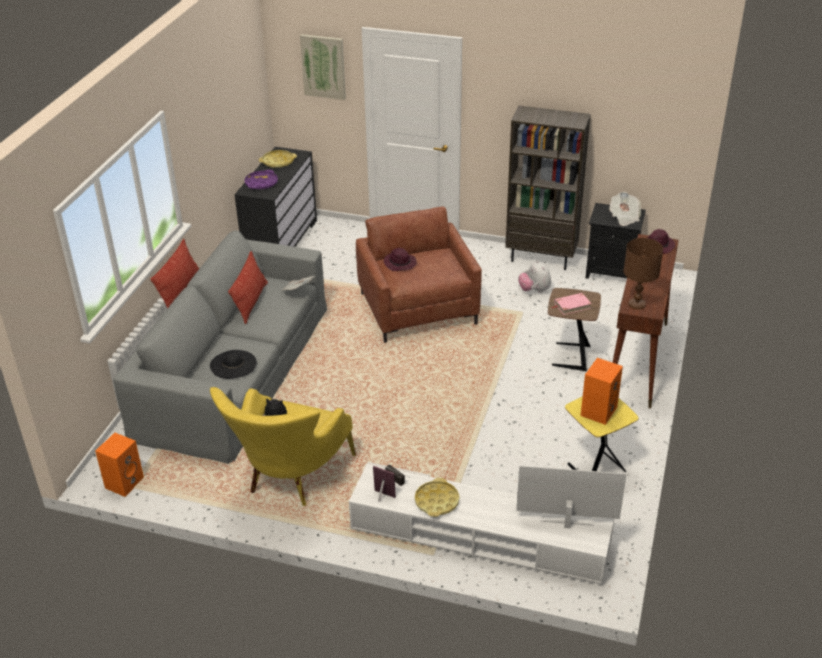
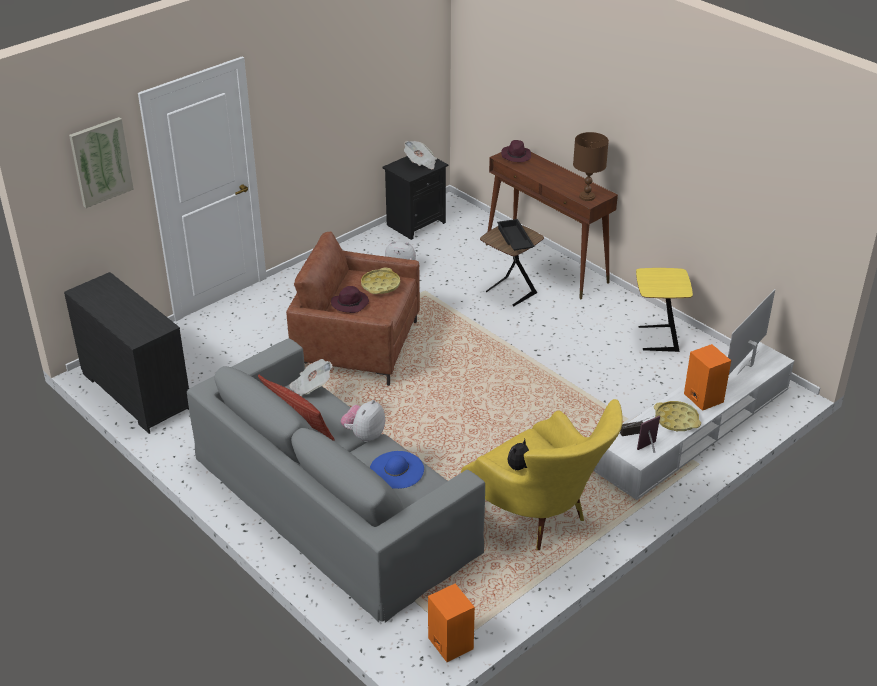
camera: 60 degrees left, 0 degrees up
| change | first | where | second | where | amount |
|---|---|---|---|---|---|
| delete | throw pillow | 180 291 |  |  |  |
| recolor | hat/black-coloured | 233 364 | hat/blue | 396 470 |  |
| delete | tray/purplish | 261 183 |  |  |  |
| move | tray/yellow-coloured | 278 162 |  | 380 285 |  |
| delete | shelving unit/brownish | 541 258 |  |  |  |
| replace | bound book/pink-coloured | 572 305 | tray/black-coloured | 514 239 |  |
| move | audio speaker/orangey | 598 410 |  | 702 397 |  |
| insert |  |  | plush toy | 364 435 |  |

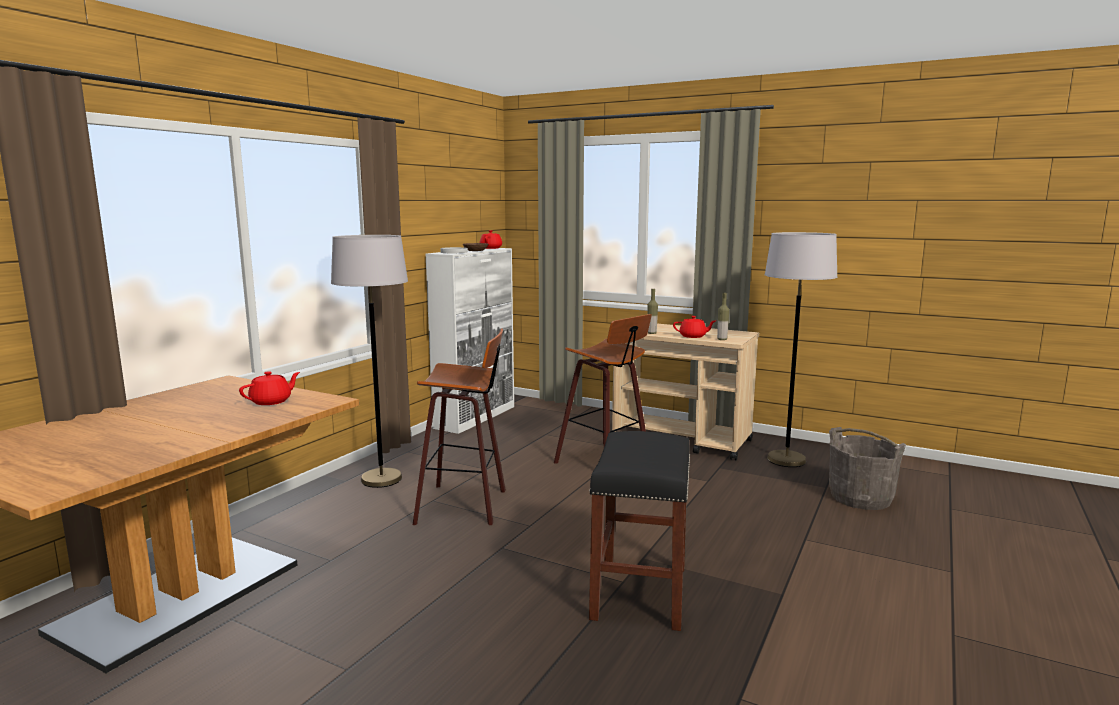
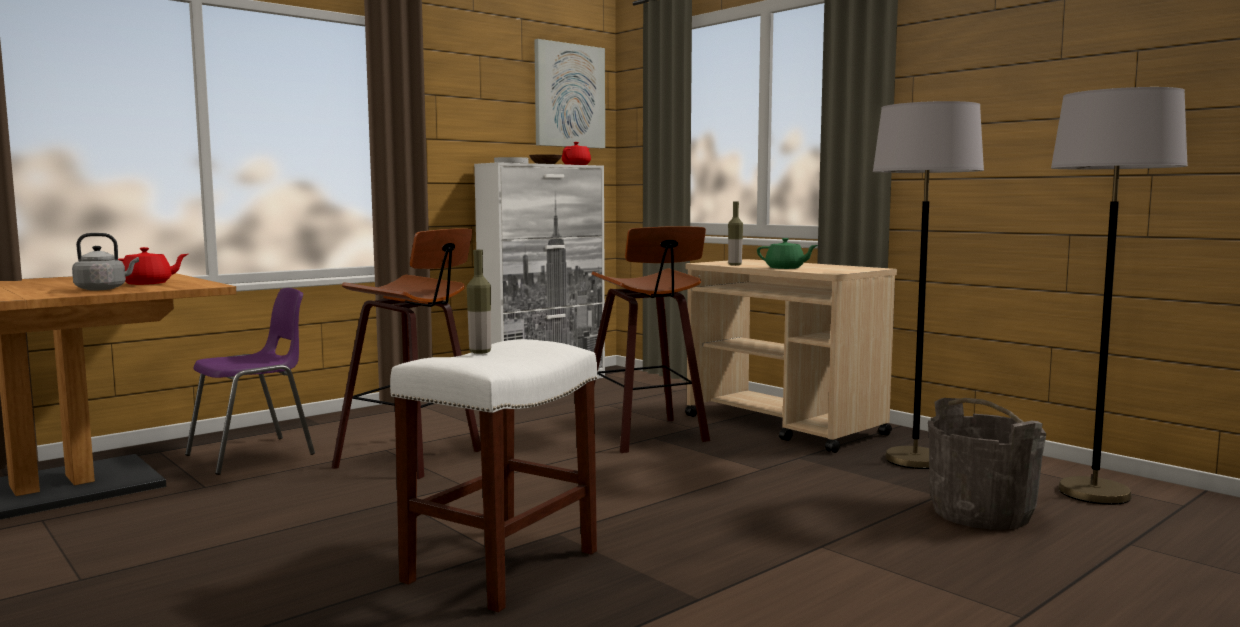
camera: 20 degrees right, 5 degrees down
| change | first | where | second | where | amount |
|---|---|---|---|---|---|
| move | standard lamp/grey | 381 479 |  | 1094 493 |  |
| recolor | sitting stool/black-coloured | 638 591 | sitting stool/white-coloured | 502 565 |  |
| recolor | teapot/reddish | 693 336 | teapot/greenish | 785 268 |  |
| move | beverage bottle | 722 339 |  | 480 352 |  |
| insert |  |  | kettle/grey | 103 289 |  |
| insert |  |  | upright chair/purplish | 254 454 |  |
| insert |  |  | wall picture | 569 96 |  |

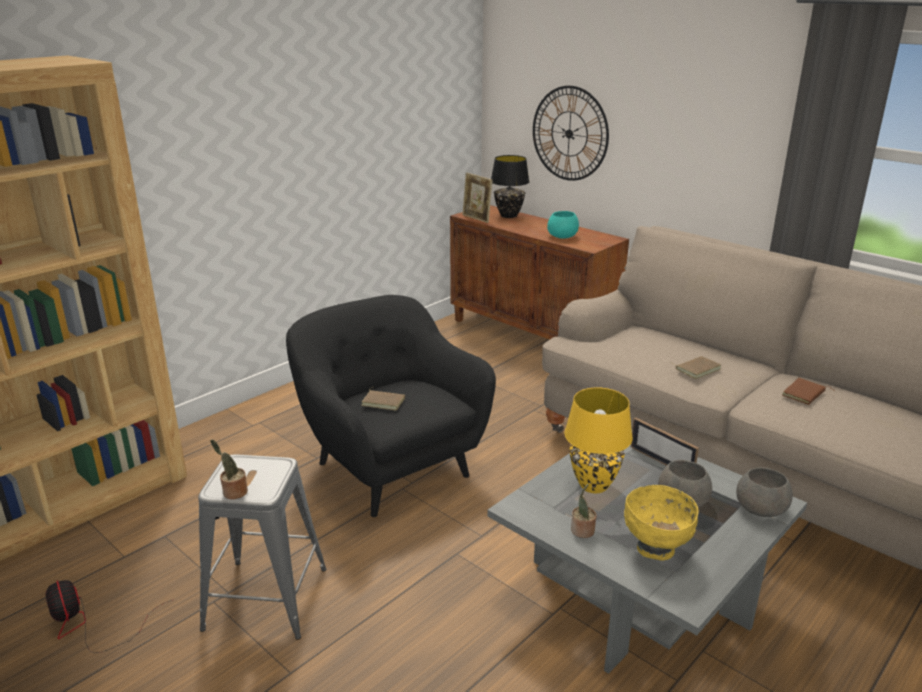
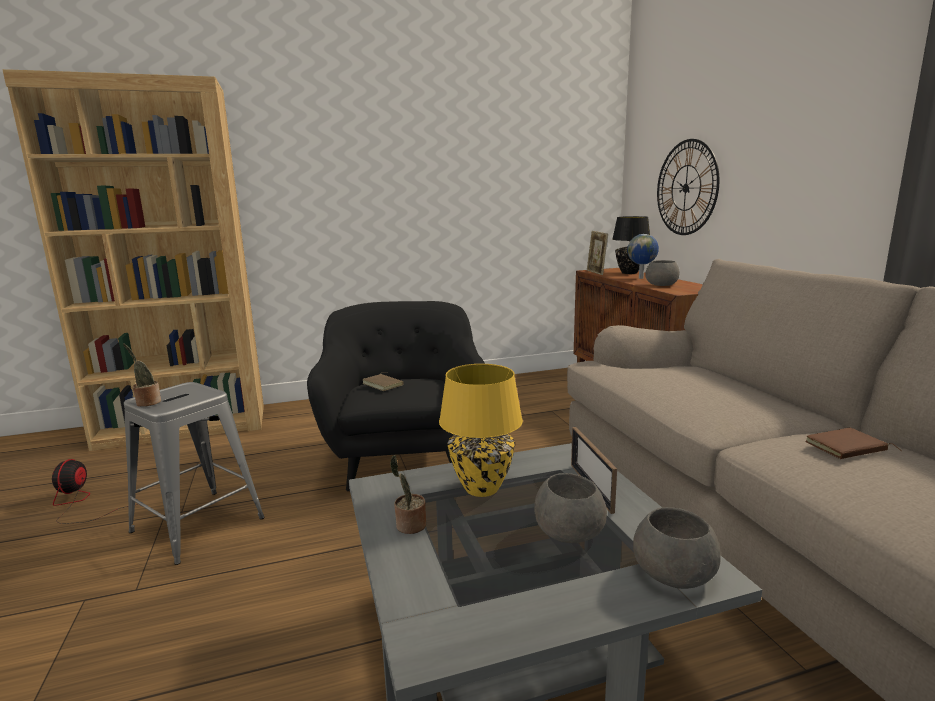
camera: 30 degrees right, 10 degrees down
| change | first | where | second | where | amount |
|---|---|---|---|---|---|
| recolor | serving bowl/blue-green | 562 236 | serving bowl/grey | 662 285 |  |
| delete | serving bowl/yellow-coloured | 656 549 |  |  |  |
| delete | bound book/brownish | 697 369 |  |  |  |
| insert |  |  | world globe | 641 278 |  |

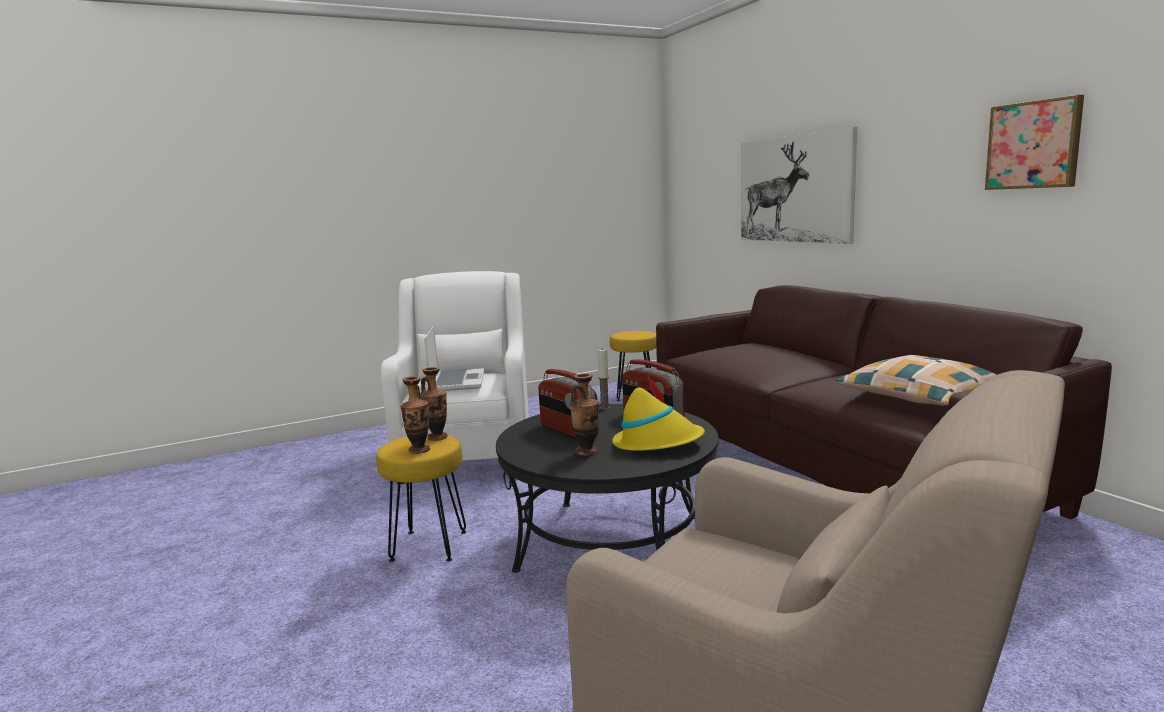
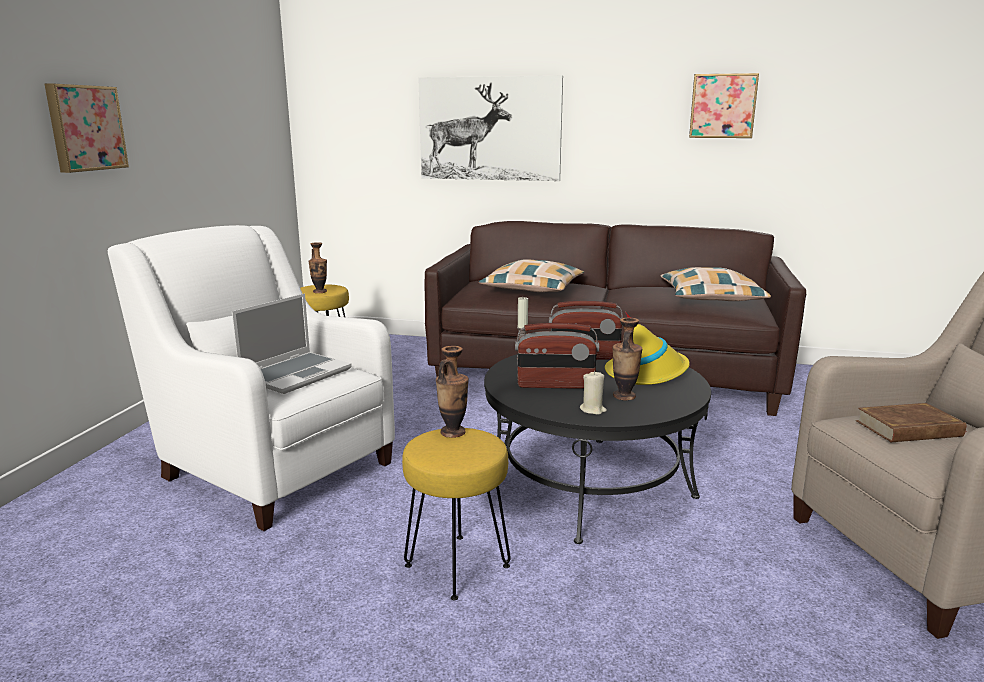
camera: 50 degrees left, 5 degrees up
| change | first | where | second | where | amount |
|---|---|---|---|---|---|
| move | decorative vase | 419 450 |  | 320 291 |  |
| rotate | notebook computer | 456 382 |  | 296 374 | 90 degrees clockwise |
| insert |  |  | wall picture | 85 128 |  |
| insert |  |  | throw pillow | 533 288 |  |
| insert |  |  | candle/beige-coloured | 593 410 |  |
| insert |  |  | bound book/brownish | 909 429 |  |

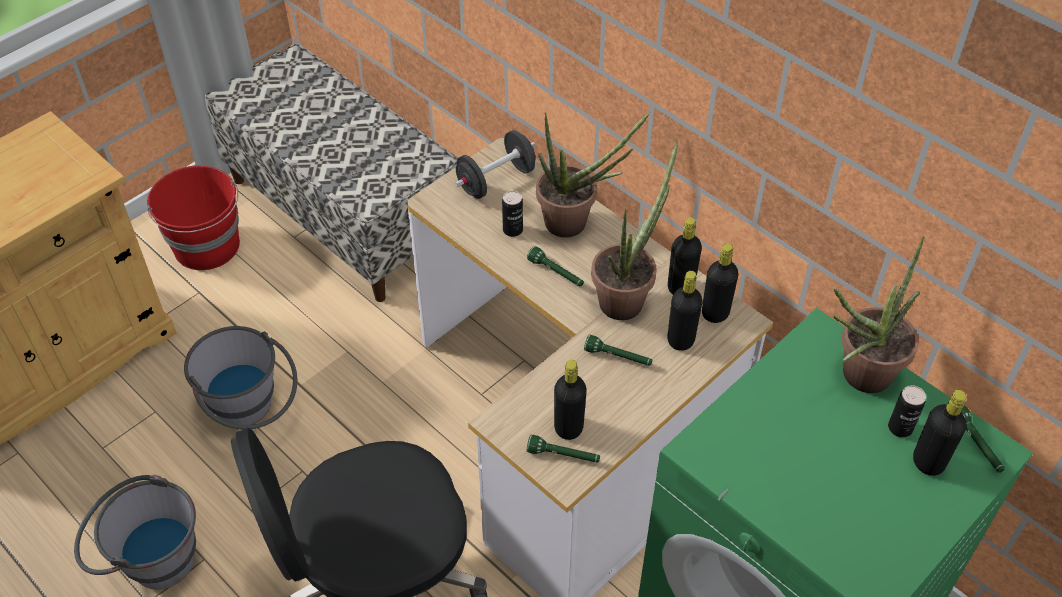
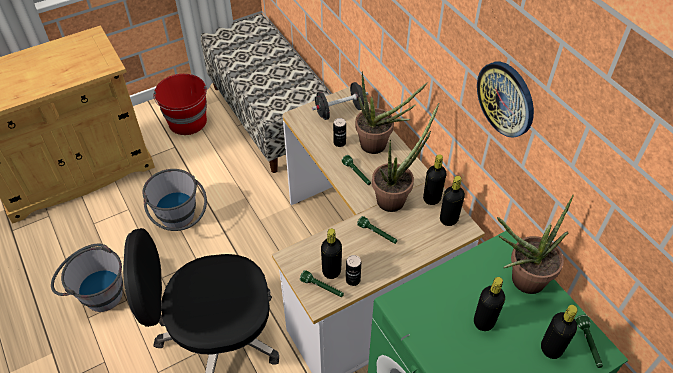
camera: 15 degrees right, 0 degrees up
| change | first | where | second | where | amount |
|---|---|---|---|---|---|
| move | beverage bottle/black-coloured | 680 340 |  | 484 322 |  |
| move | can | 900 428 |  | 353 280 |  |
| insert |  |  | clock on the wall | 506 98 |  |

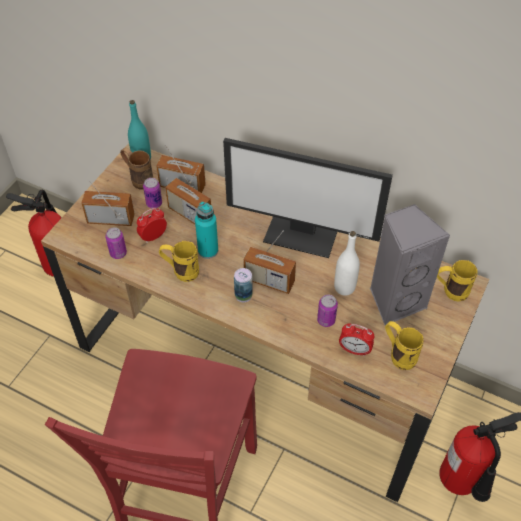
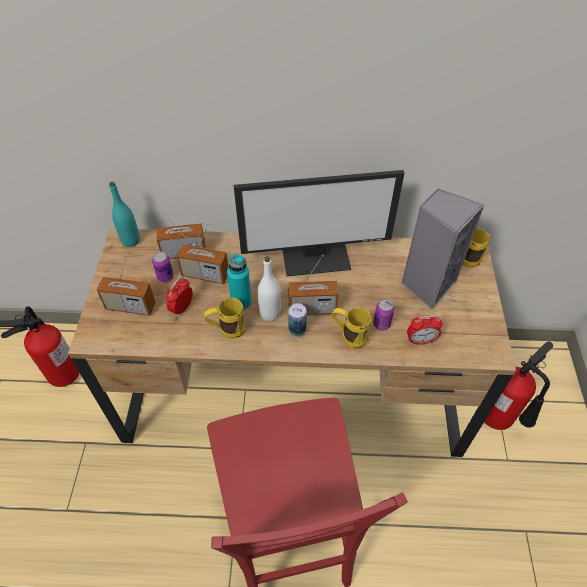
camera: 25 degrees left, 0 degrees up
| change | first | where | second | where | amount |
|---|---|---|---|---|---|
| rotate | radio | 111 219 |  | 130 306 | 150 degrees counterclockwise |
| delete | can | 118 253 |  |  |  |
| delete | mug/brownish | 138 179 |  |  |  |
| move | beverage bottle/white-coloured | 344 287 |  | 270 313 |  |
| move | mug/yellow-coloured | 398 354 |  | 348 336 |  |

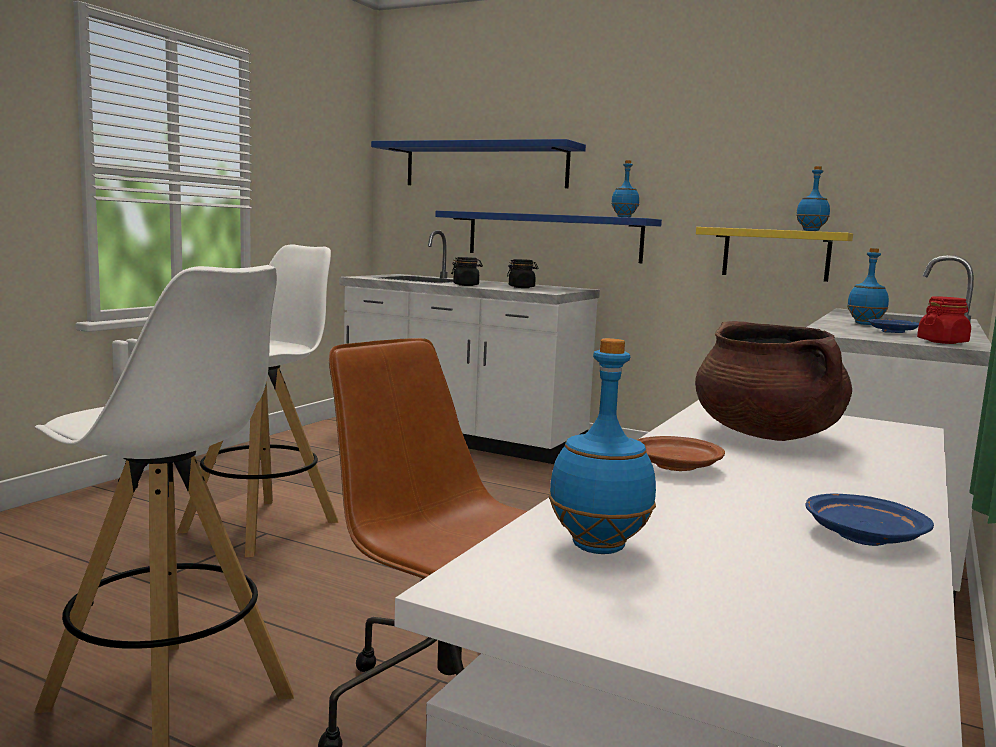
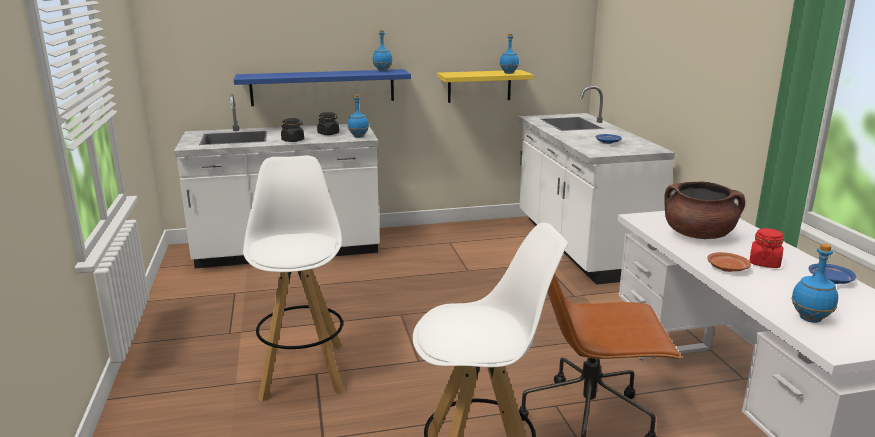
camera: 40 degrees left, 10 degrees up
| change | first | where | second | where | amount |
|---|---|---|---|---|---|
| delete | wall shelf/blue | 485 166 |  |  |  |
| move | beverage bottle/blue | 865 324 |  | 358 136 |  |
| move | preserve jar/reddish | 942 342 |  | 764 263 |  |

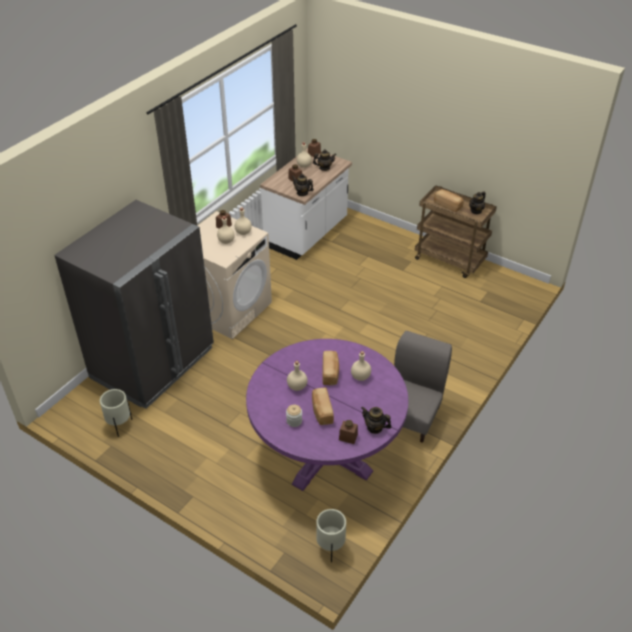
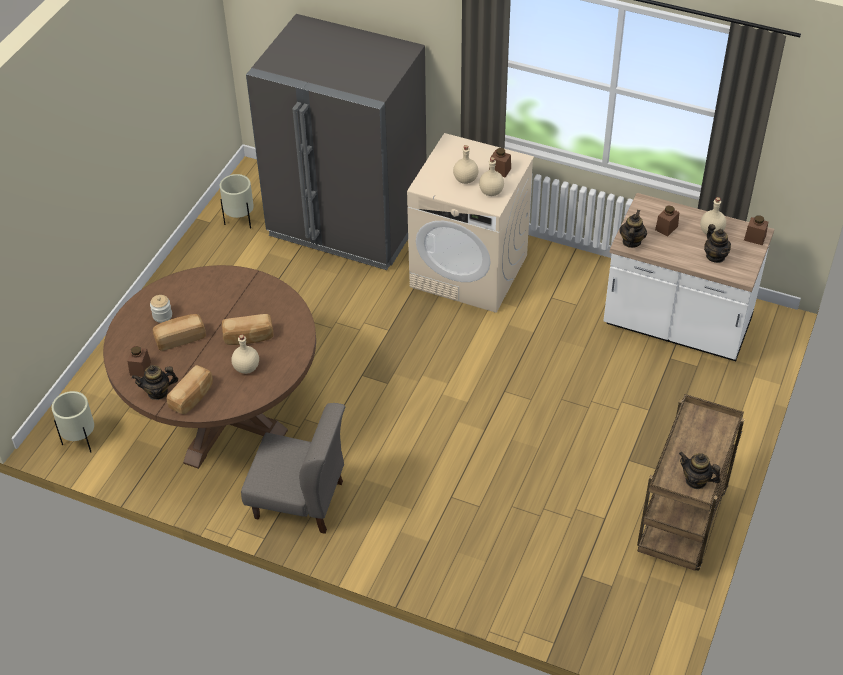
camera: 80 degrees right, 5 degrees up
| change | first | where | second | where | amount |
|---|---|---|---|---|---|
| recolor | dining table/purplish | 326 452 | dining table/brownish | 224 416 |  |
| delete | beverage bottle/beige-coloured | 297 386 |  |  |  |
| rotate | teapot | 375 428 |  | 158 392 | 120 degrees counterclockwise |
| move | bakery bread | 448 205 |  | 192 397 |  |

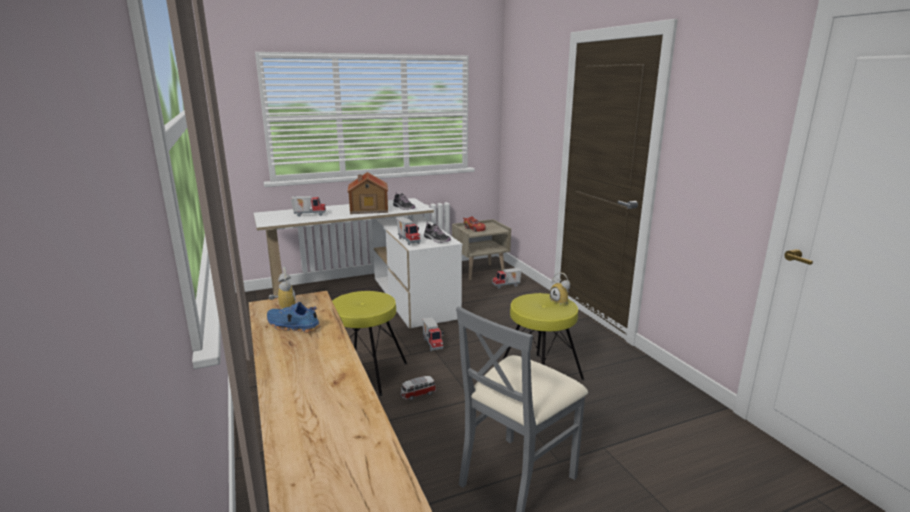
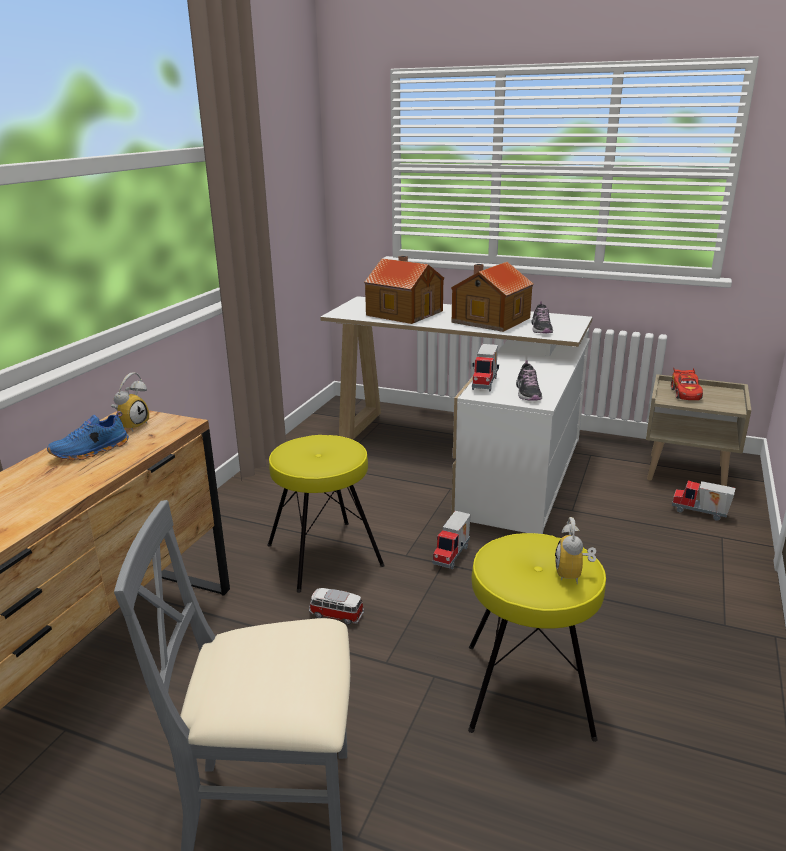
camera: 45 degrees right, 5 degrees up
| change | first | where | second | where | amount |
|---|---|---|---|---|---|
| rotate | shoe/blue | 292 326 |  | 91 451 | 105 degrees counterclockwise |
| replace | toy lorry | 309 215 | toy house | 404 312 |  |

